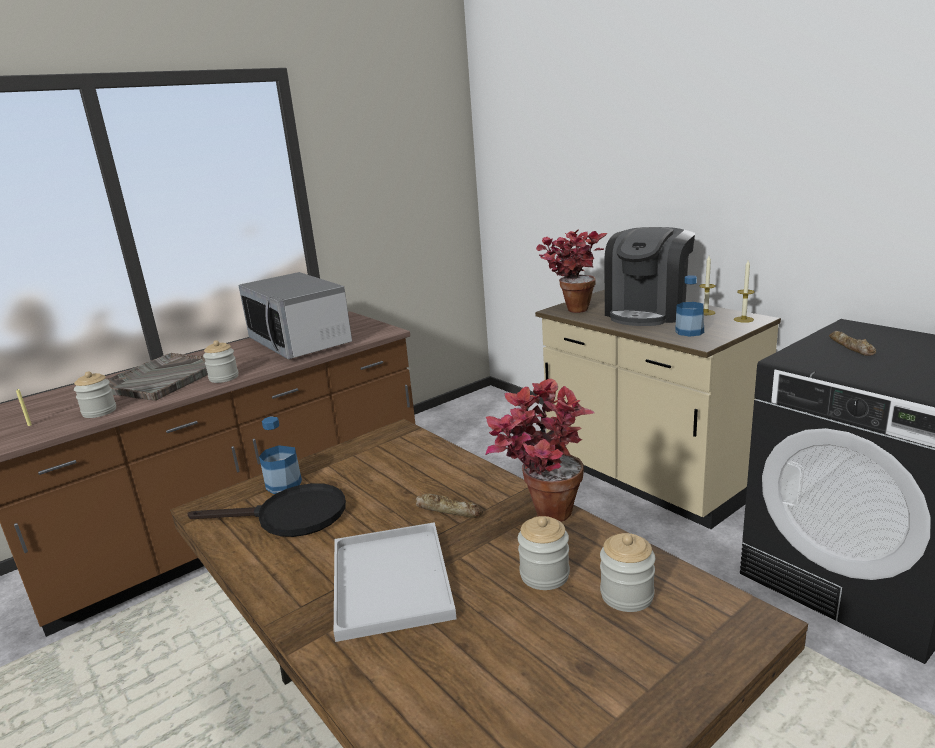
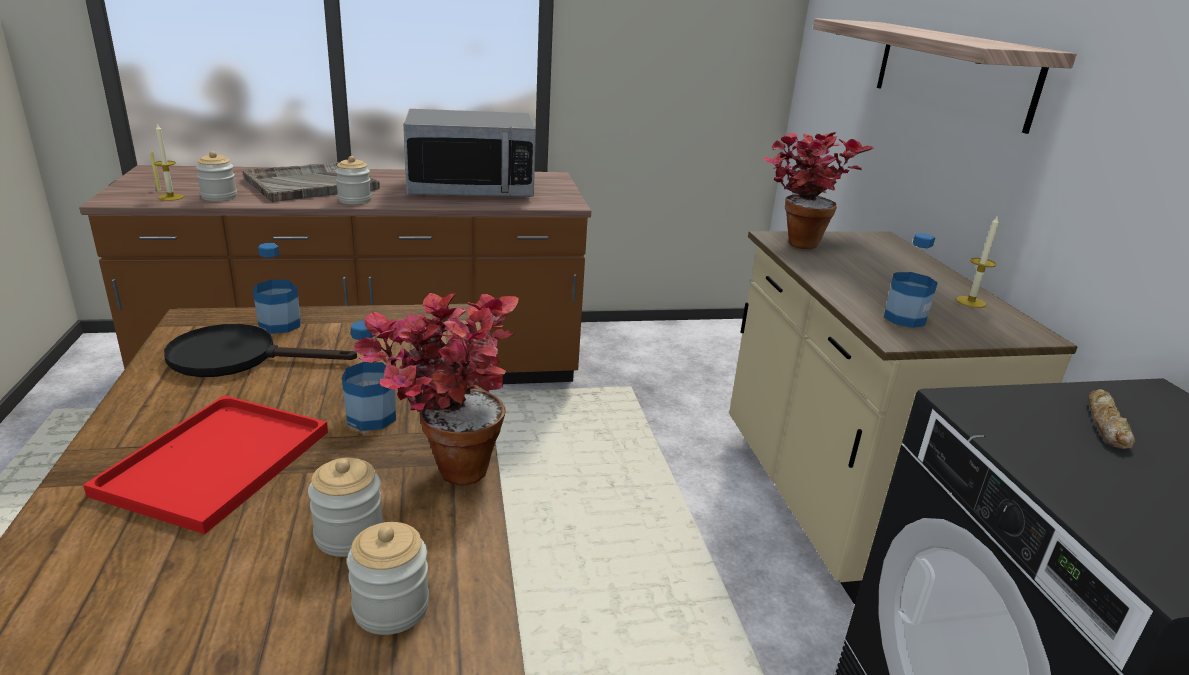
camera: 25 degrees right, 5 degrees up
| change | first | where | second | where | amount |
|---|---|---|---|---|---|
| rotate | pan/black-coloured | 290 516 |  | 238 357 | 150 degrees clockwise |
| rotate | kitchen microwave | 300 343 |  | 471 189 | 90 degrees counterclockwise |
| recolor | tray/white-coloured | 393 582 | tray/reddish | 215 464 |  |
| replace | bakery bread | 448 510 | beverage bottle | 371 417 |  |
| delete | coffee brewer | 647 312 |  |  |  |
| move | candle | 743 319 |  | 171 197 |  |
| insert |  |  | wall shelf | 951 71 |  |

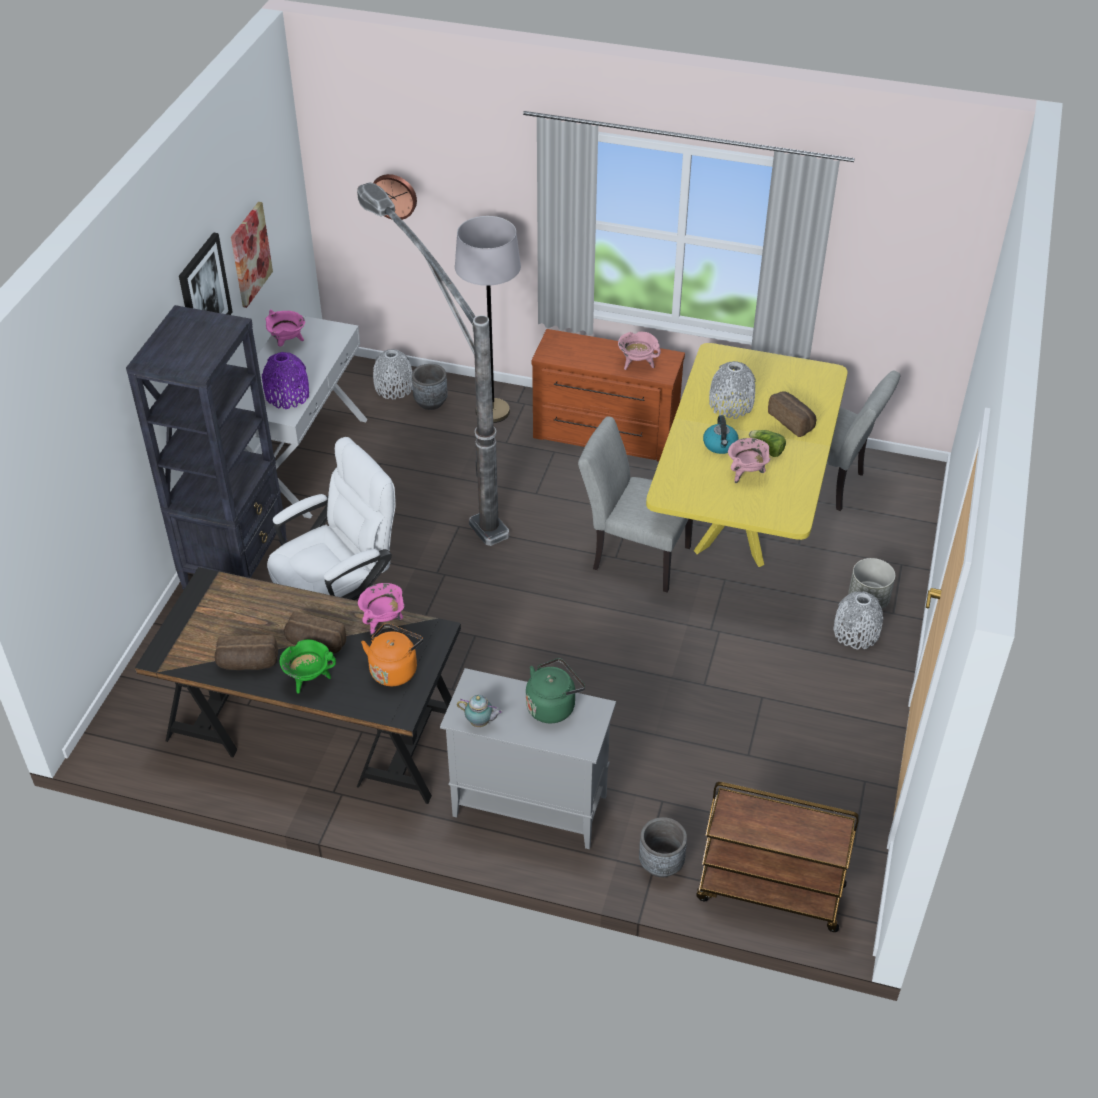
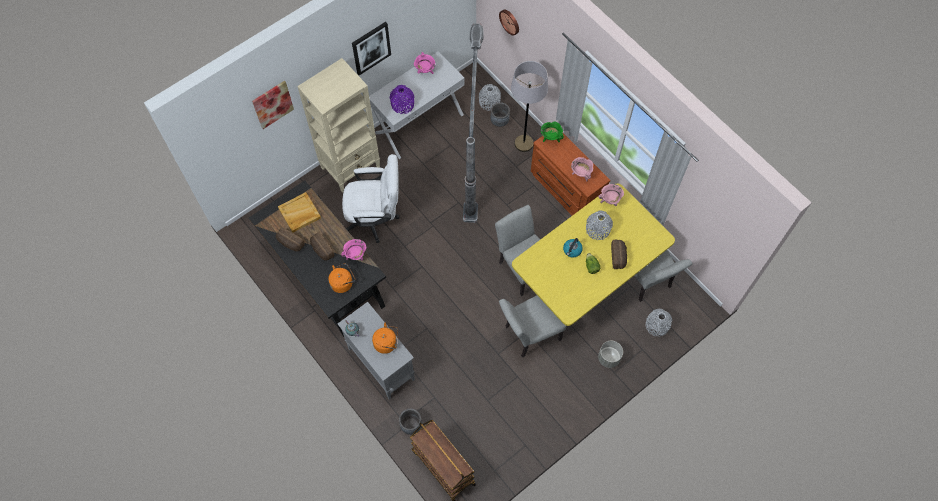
camera: 35 degrees right, 20 degrees up
| change | first | where | second | where | amount |
|---|---|---|---|---|---|
| recolor | shelving unit/black-coloured | 237 566 | shelving unit/beige-coloured | 351 167 |  |
| move | wall picture | 250 254 |  | 272 104 |  |
| move | cooking pot/greenish | 309 680 |  | 551 138 |  |
| recolor | kettle/greenish | 553 706 | kettle/orangey | 387 343 |  |
| move | cooking pot/pink-coloured | 746 473 |  | 610 201 |  |
| move | decorative vase/grey | 856 633 |  | 657 325 |  |
| insert |  |  | tray/beige-coloured | 299 213 |  |
| insert |  |  | upright chair/grey | 528 334 |  |

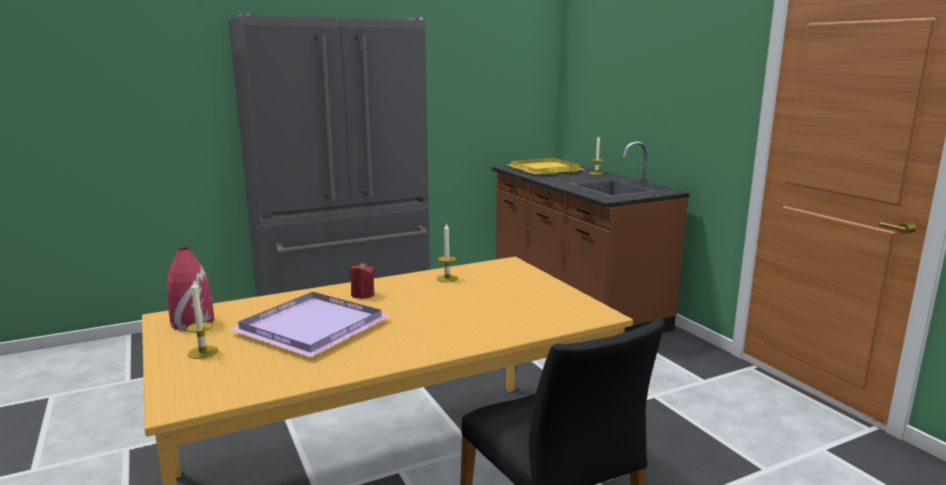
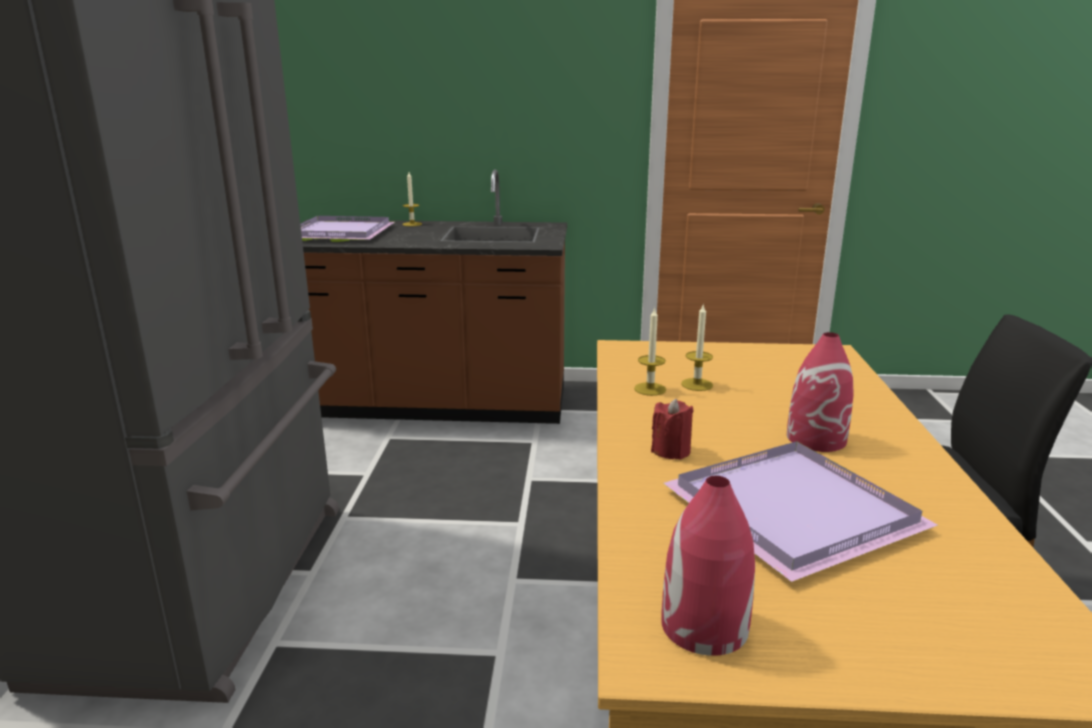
camera: 60 degrees left, 5 degrees up
| change | first | where | second | where | amount |
|---|---|---|---|---|---|
| move | candle | 203 352 |  | 697 384 |  |
| recolor | tray/yellow-coloured | 546 169 | tray/purplish | 343 233 |  |
| insert |  |  | decorative vase/reddish | 816 439 |  |

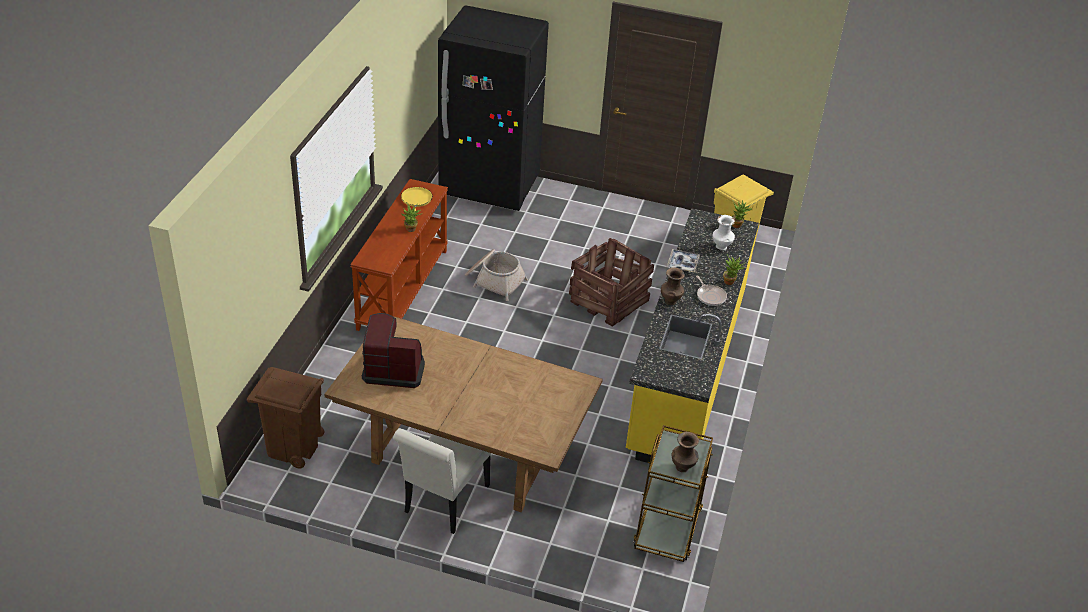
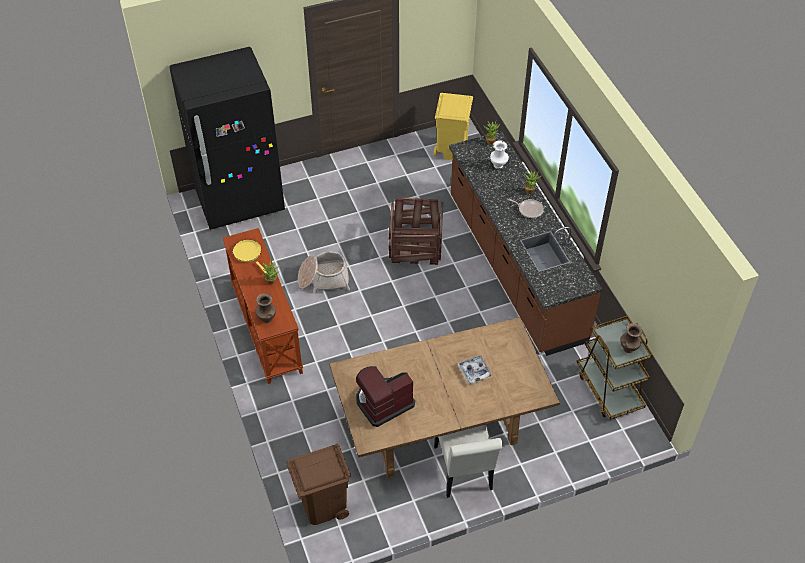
camera: 35 degrees left, 10 degrees up
| change | first | where | second | where | amount |
|---|---|---|---|---|---|
| recolor | kitchen base unit/yellow-coloured | 686 370 | kitchen base unit/brownish | 514 268 |  |
| move | decorative vase/brownish | 670 301 |  | 266 318 |  |
| move | tray | 682 264 |  | 474 372 |  |

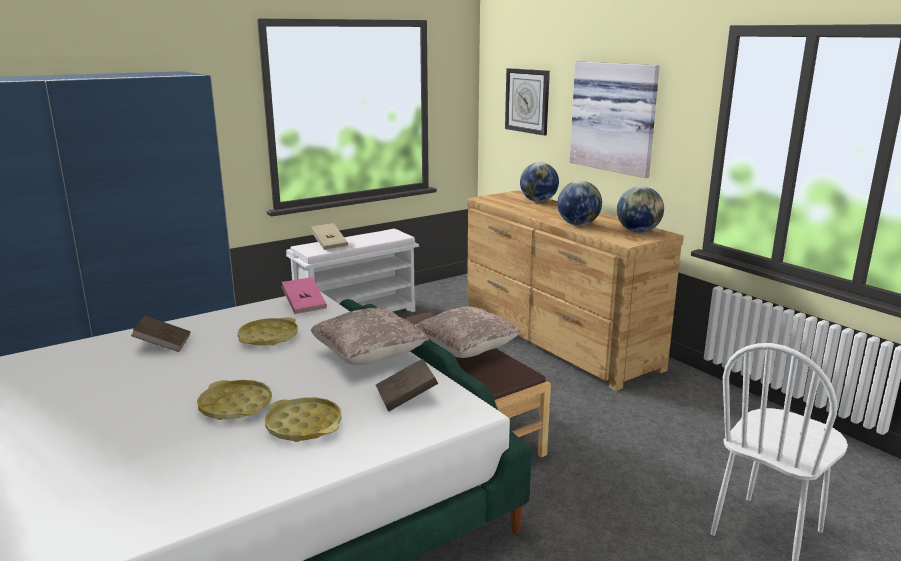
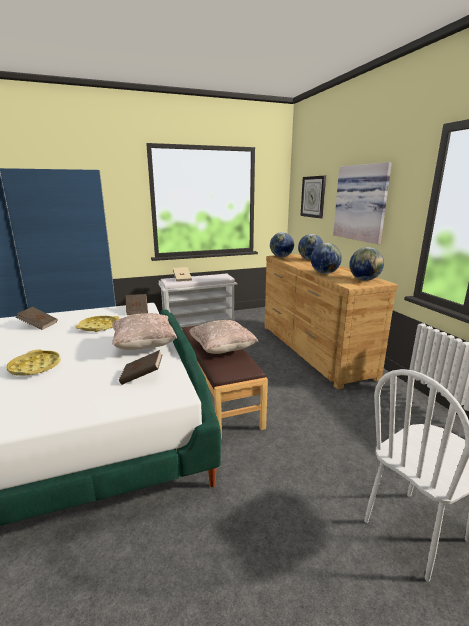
camera: 15 degrees right, 0 degrees up
| change | first | where | second | where | amount |
|---|---|---|---|---|---|
| delete | tray/yellow-coloured | 304 425 |  |  |  |
| recolor | bound book/pink-coloured | 304 305 | bound book/brownish | 137 311 |  |
| insert |  |  | world globe | 281 257 |  |

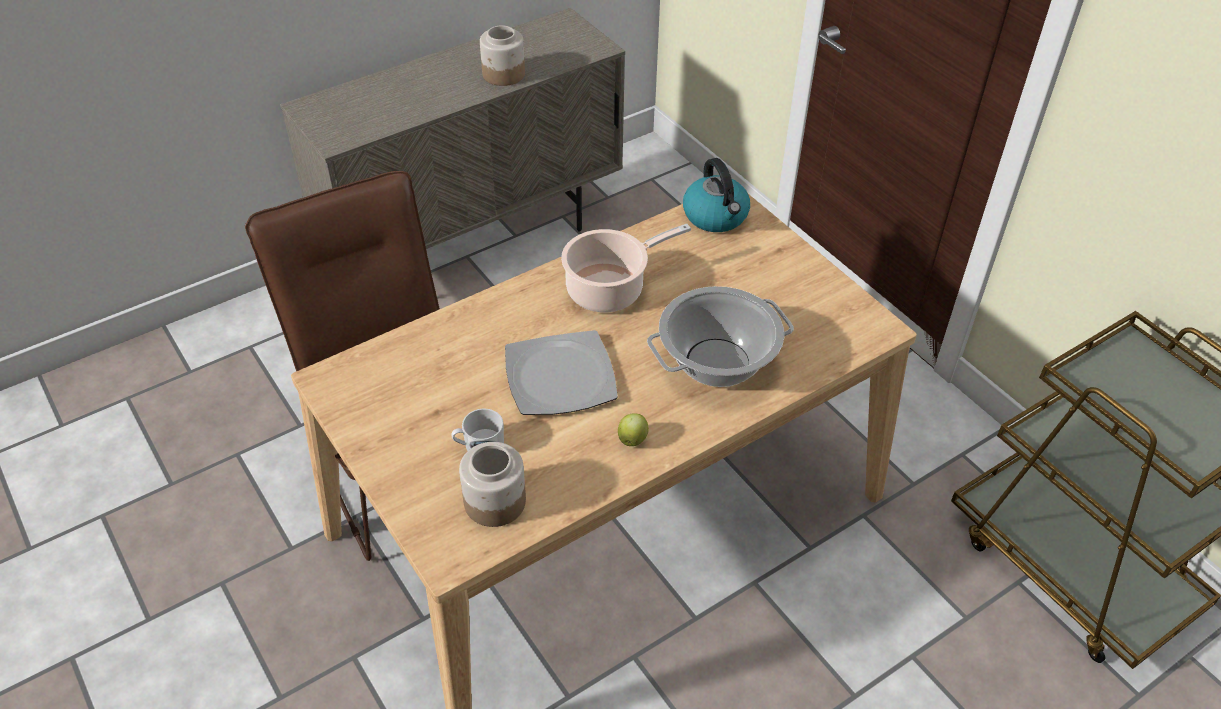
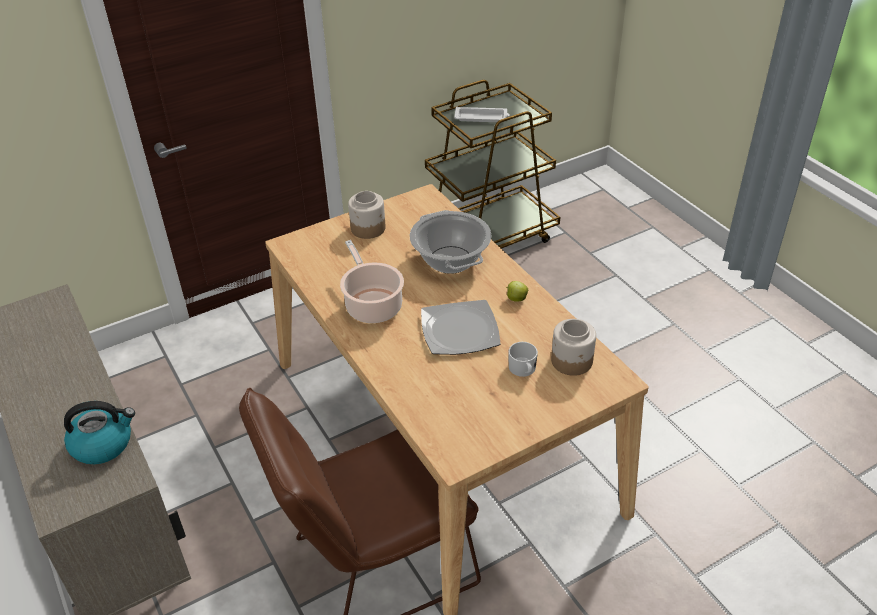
camera: 85 degrees left, 5 degrees down
| change | first | where | second | where | amount |
|---|---|---|---|---|---|
| move | preserve jar | 503 74 |  | 368 228 |  |
| move | kettle | 716 216 |  | 103 444 |  |
| insert |  |  | tray/white-coloured | 482 118 |  |

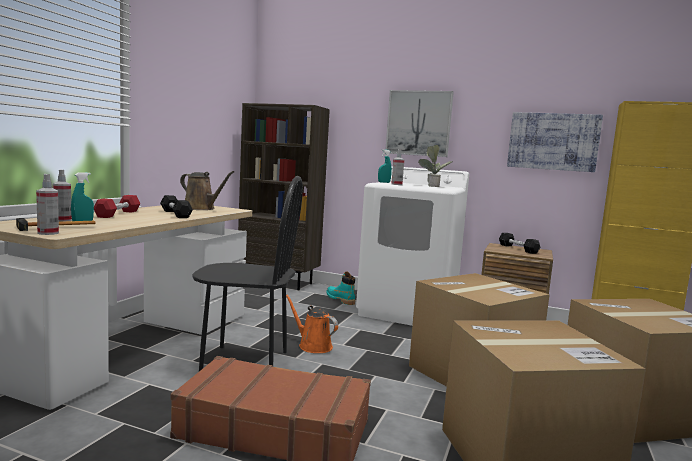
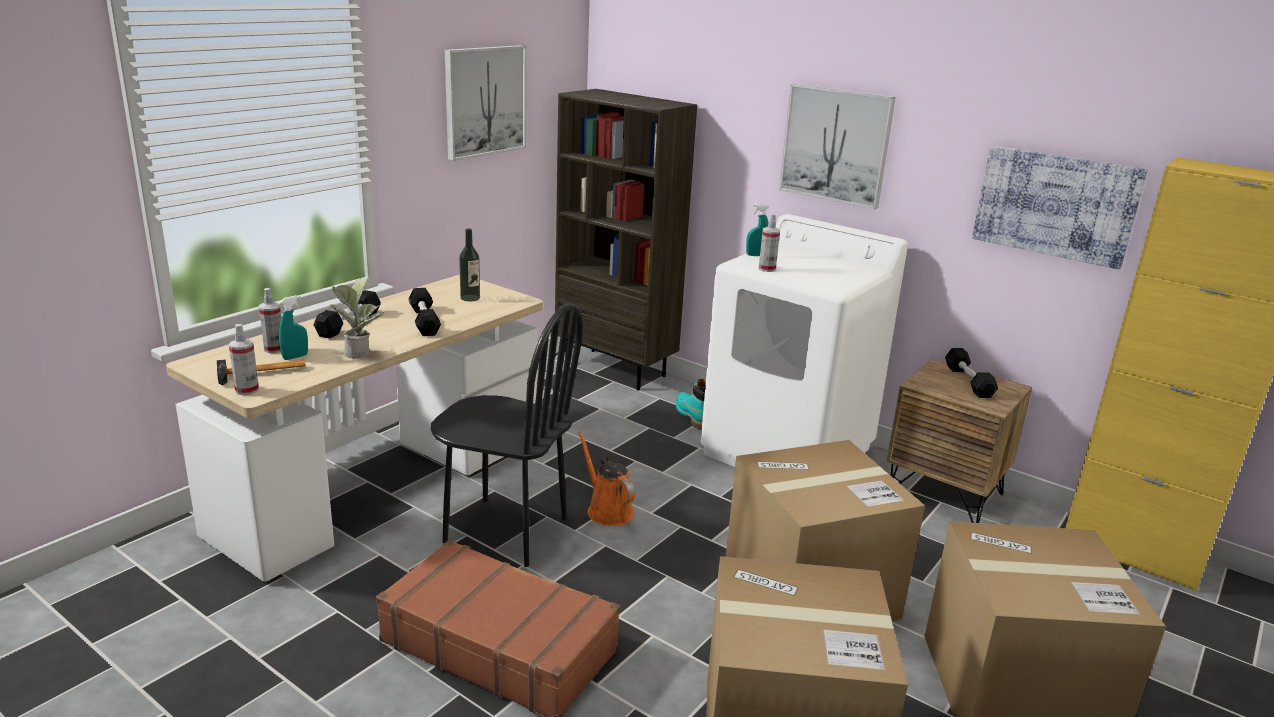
camera: 15 degrees right, 15 degrees up
| change | first | where | second | where | amount |
|---|---|---|---|---|---|
| recolor | free weight/reddish | 118 214 | free weight/black-coloured | 349 324 |  |
| replace | watering can/brownish | 201 208 | beverage bottle | 470 298 |  |
| move | potted plant | 432 186 |  | 360 352 |  |
| insert |  |  | wall picture | 485 101 |  |

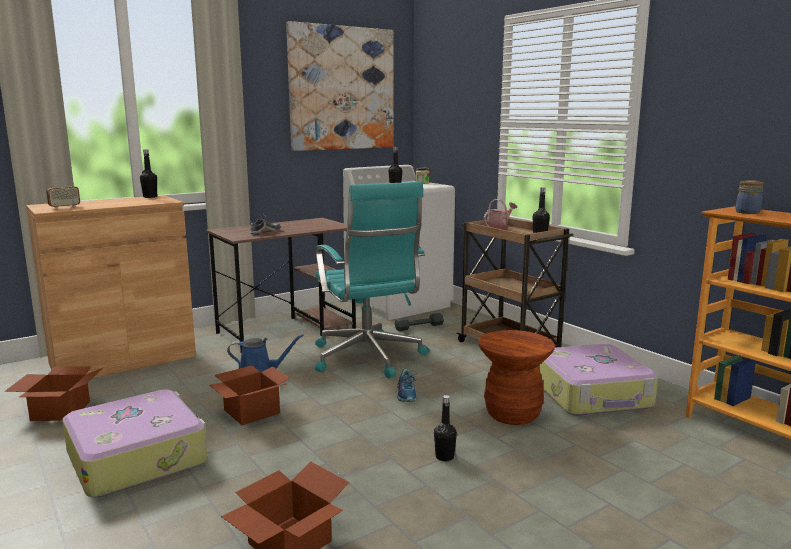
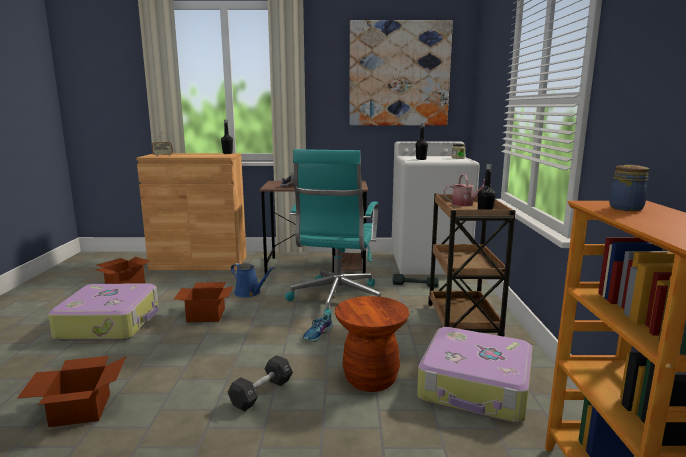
camera: 35 degrees right, 0 degrees up
| change | first | where | second | where | amount |
|---|---|---|---|---|---|
| replace | beverage bottle/black-coloured | 444 457 | free weight/black-coloured | 261 393 |  |

